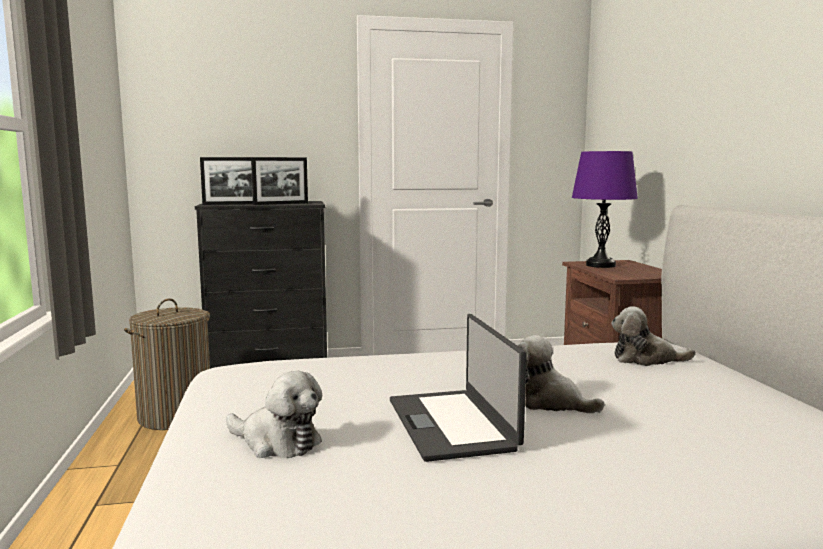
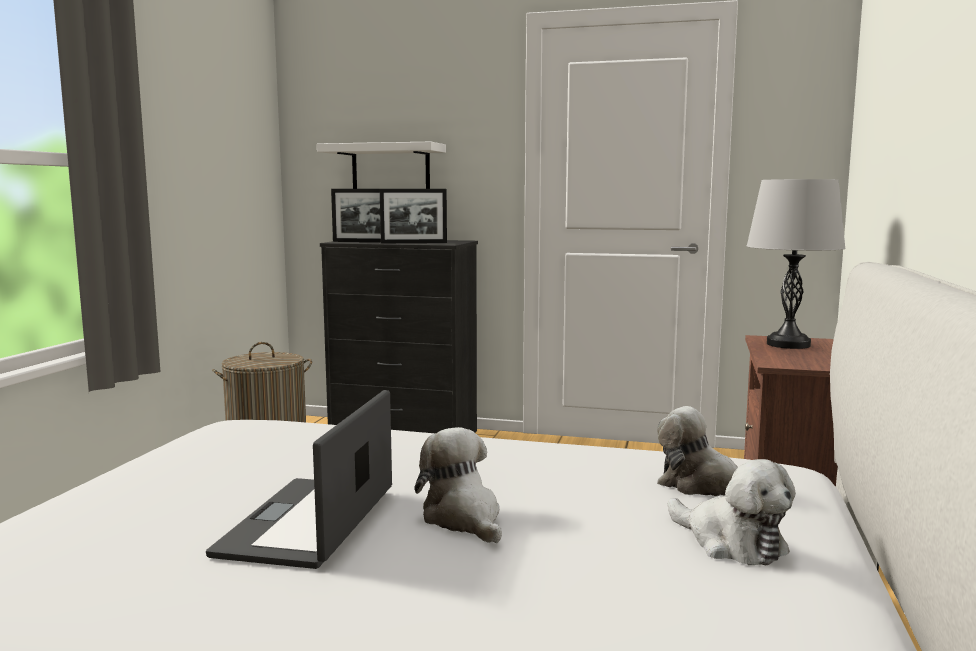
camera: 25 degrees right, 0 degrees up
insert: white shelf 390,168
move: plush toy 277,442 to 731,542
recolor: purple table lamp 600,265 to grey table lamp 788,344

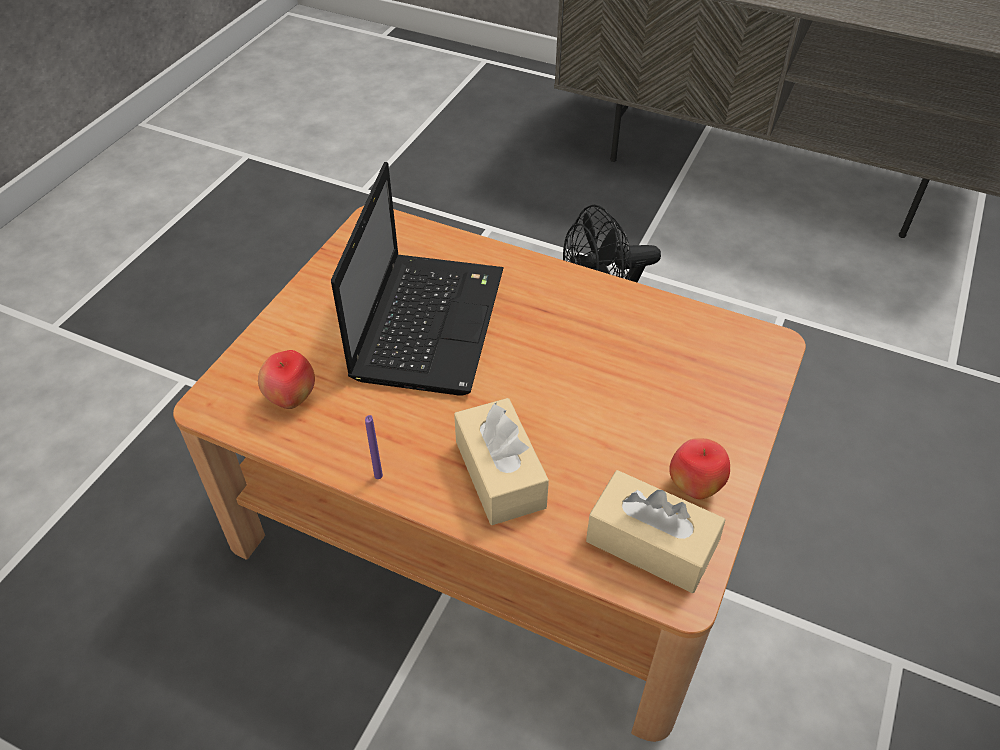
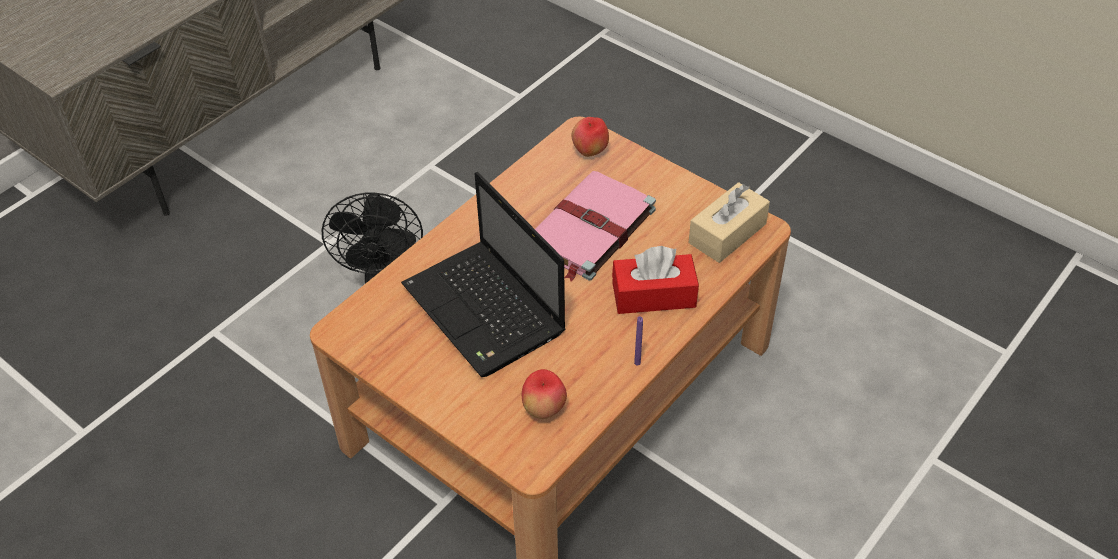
camera: 75 degrees left, 0 degrees up
insert: pink book 589,229
move: apple 694,486 to 590,151
recolor: beige tissue box 500,474 to red tissue box 653,295
rotate: laptop 428,321 = 486,311 150 degrees counterclockwise

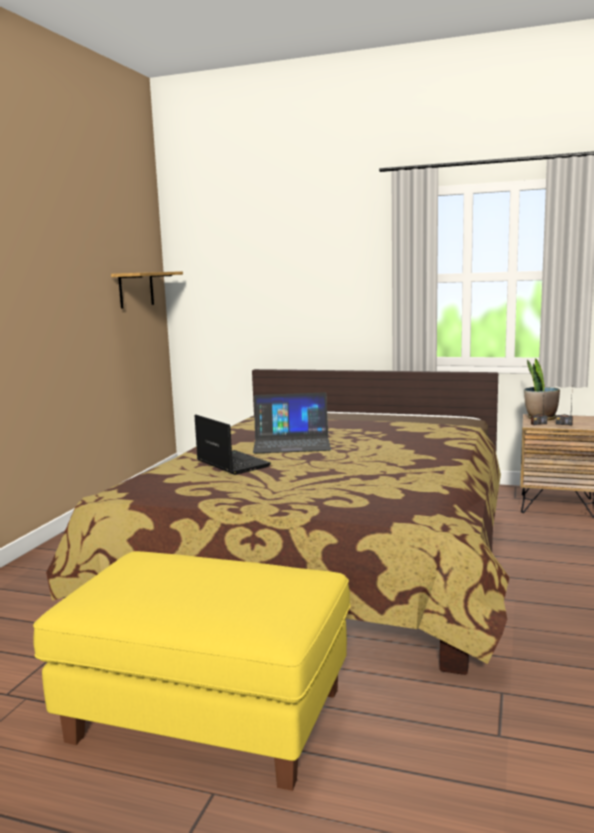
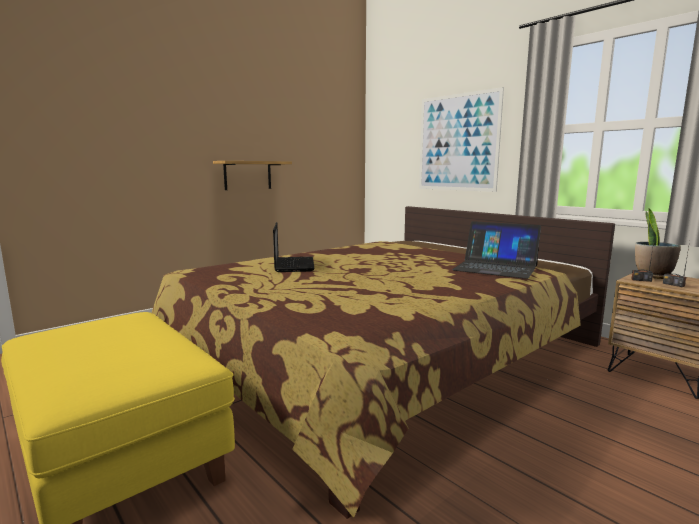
camera: 30 degrees right, 0 degrees up
insert: picture 457,142
move: shelf 136,289 to 247,175; laptop 291,443 to 495,268

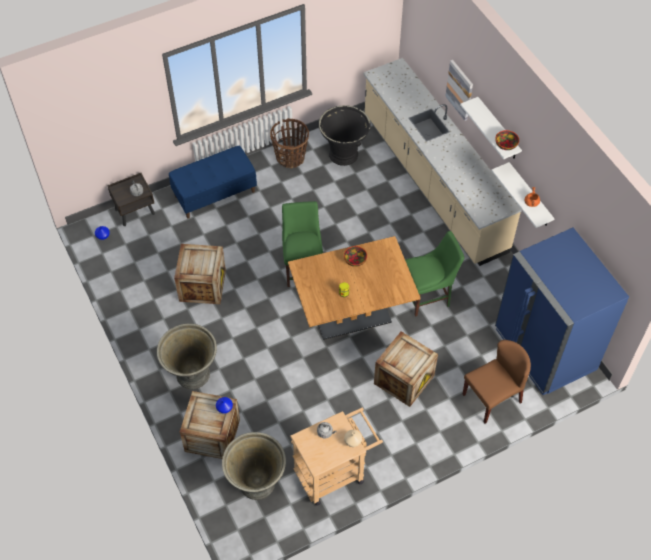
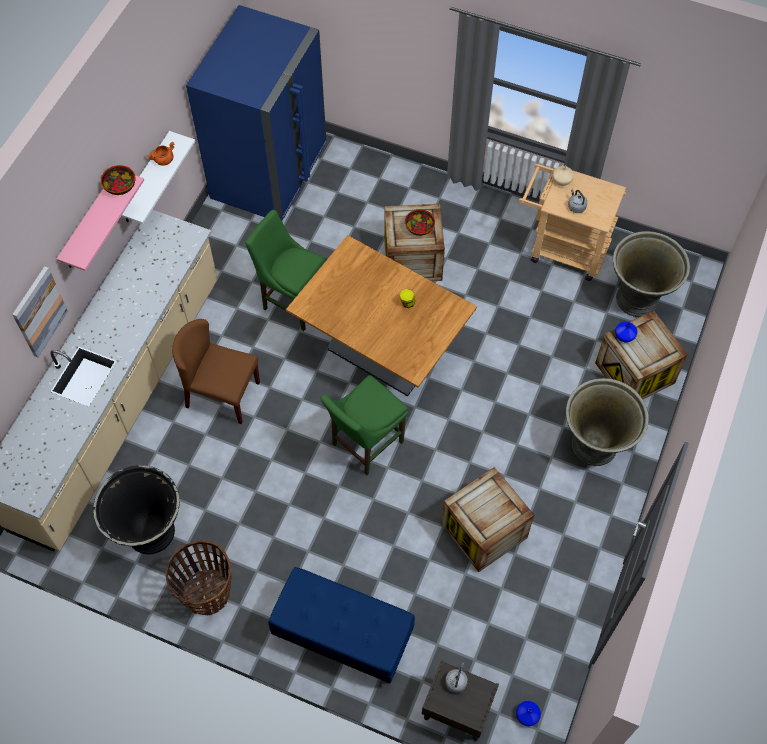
camera: 130 degrees left, 5 degrees up
move: bowl 355,260 to 419,228; brown chair 492,398 to 222,394
recolor: white shelf 498,129 to pink shelf 90,221

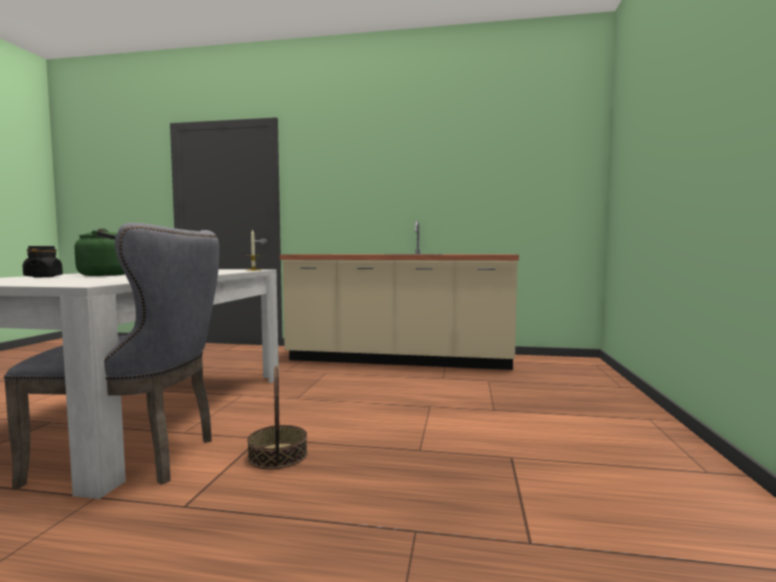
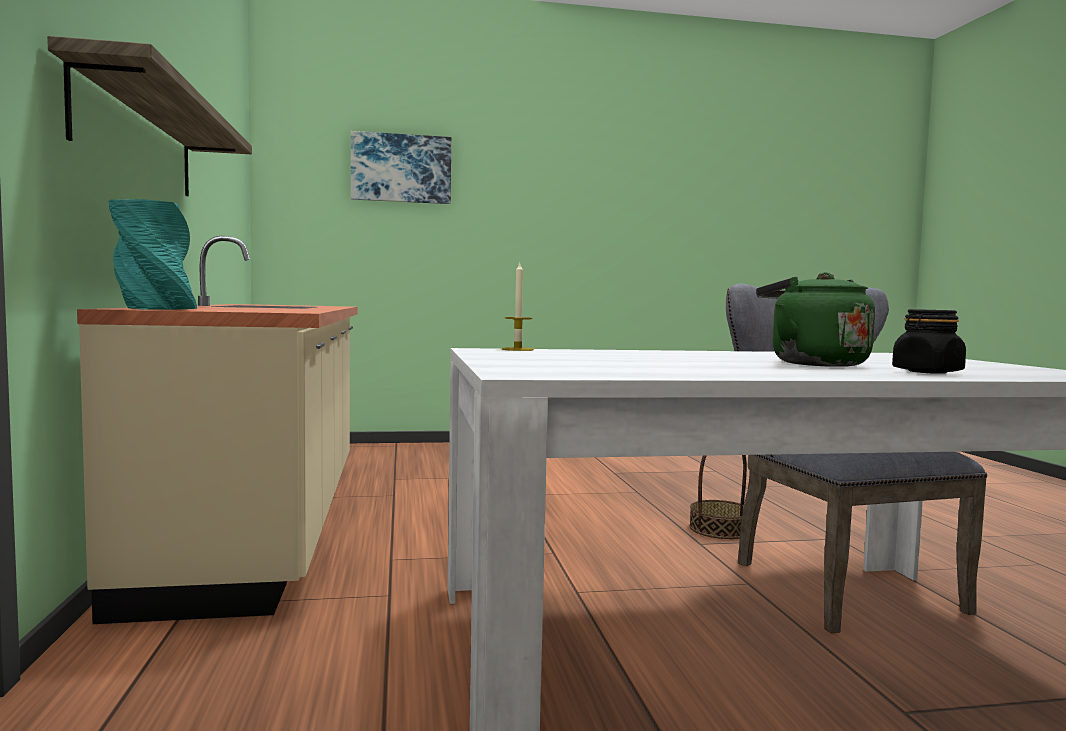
camera: 110 degrees left, 0 degrees up
insert: shelf 138,138; turquoise vase 154,309; picture 401,168

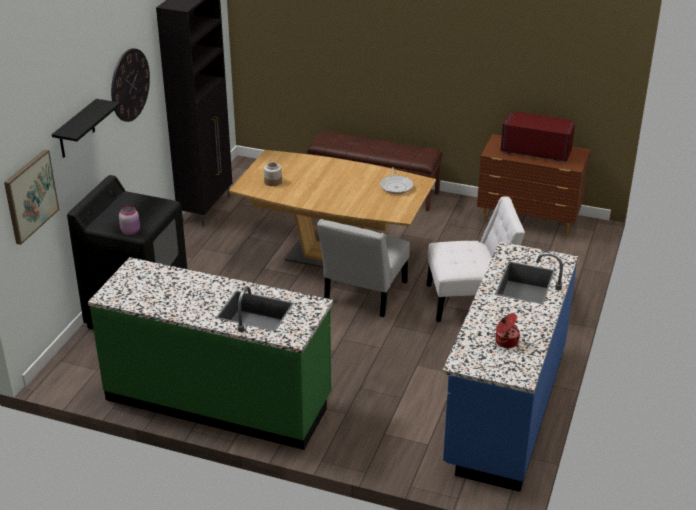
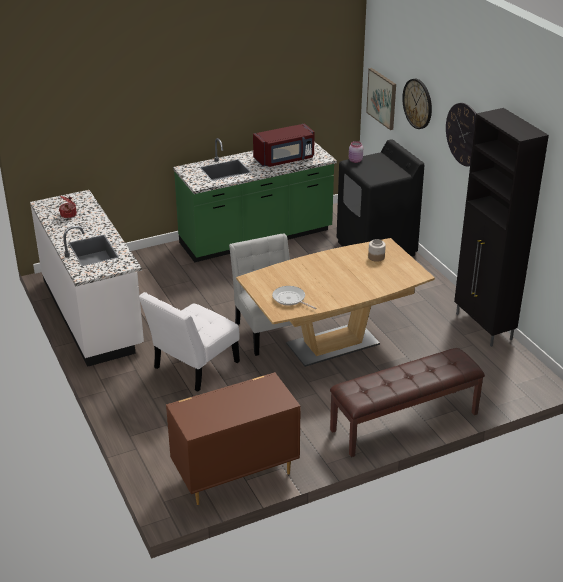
camera: 135 degrees right, 0 degrees up
move: red microwave 536,152 to 285,159
replace: black shelf 76,130 to wall clock 418,103
recolor: blue counter 504,408 to white counter 93,313

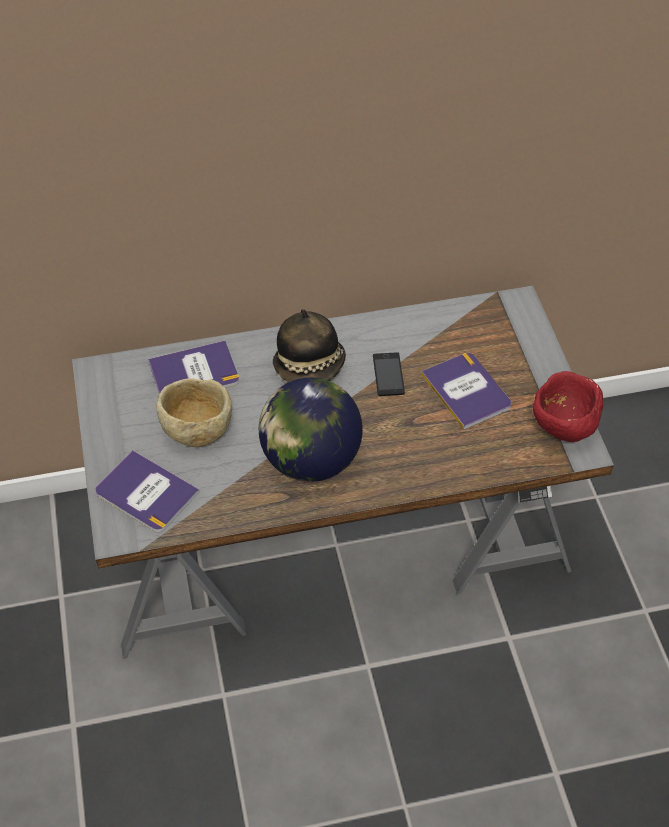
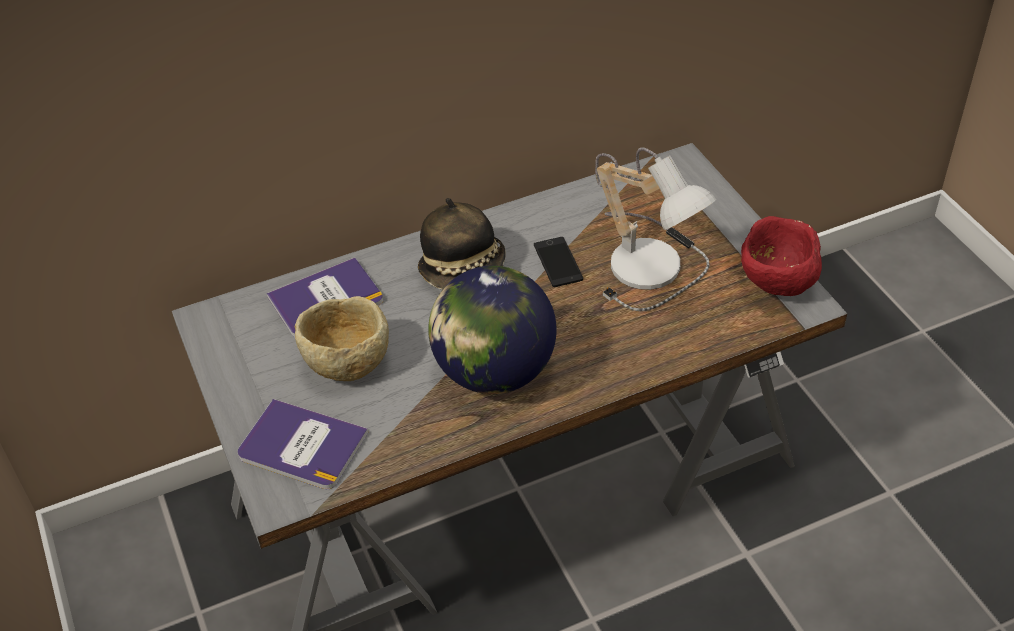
camera: 10 degrees left, 5 degrees down
replace: book 466,391 to table lamp 654,264

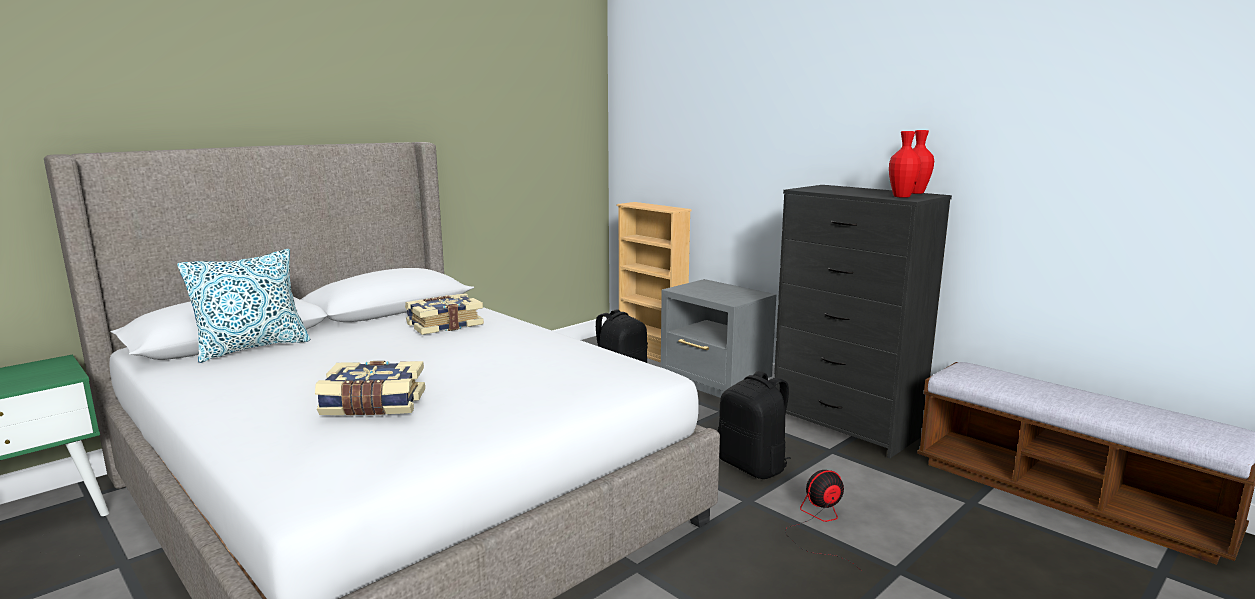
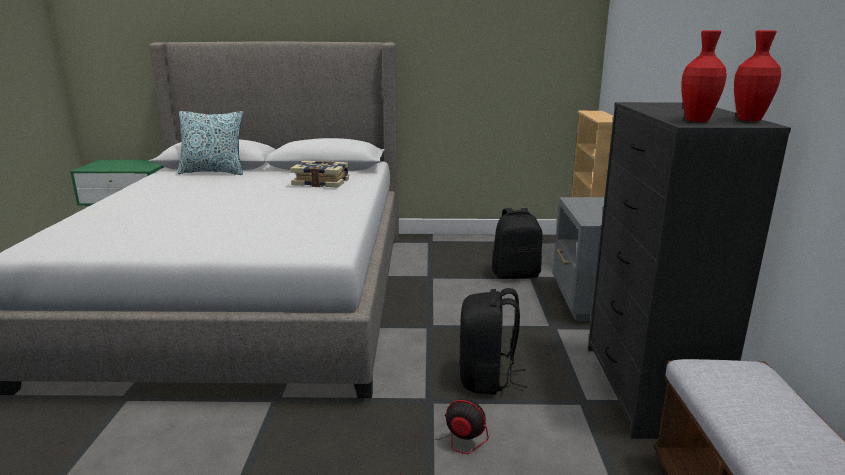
camera: 45 degrees right, 5 degrees up
delete: book 373,405

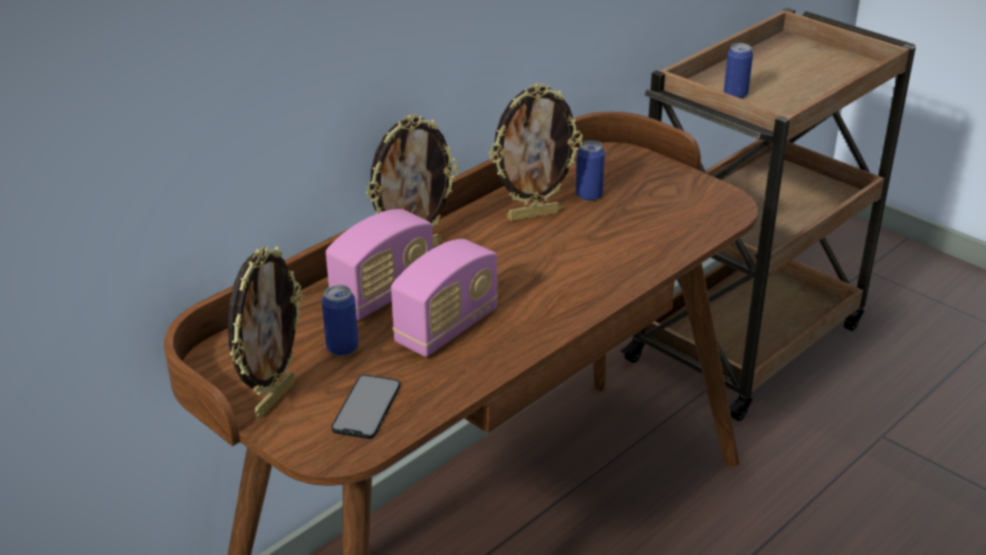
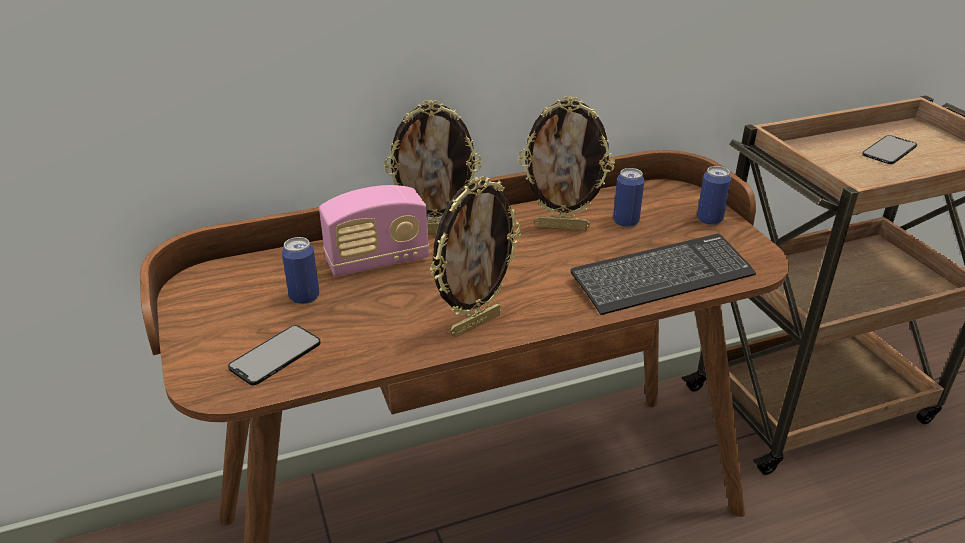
camera: 25 degrees right, 0 degrees up
delete: radio 447,328
insert: keyboard 662,277; phone 889,150
move: picture frame 274,399 to 475,323; can 735,94 to 709,219

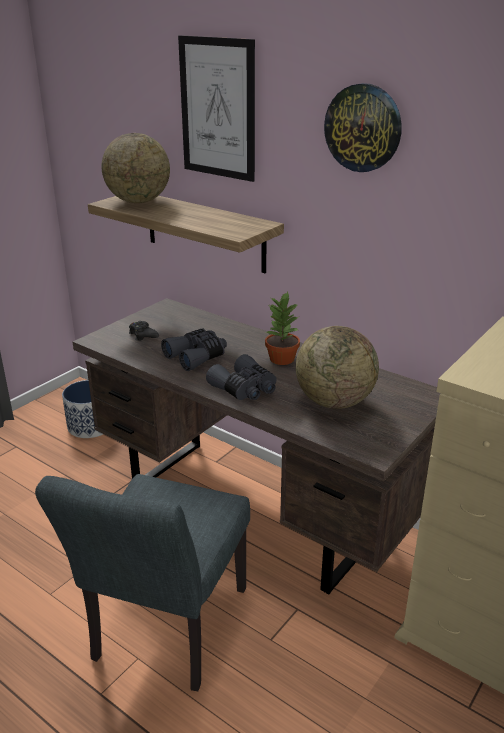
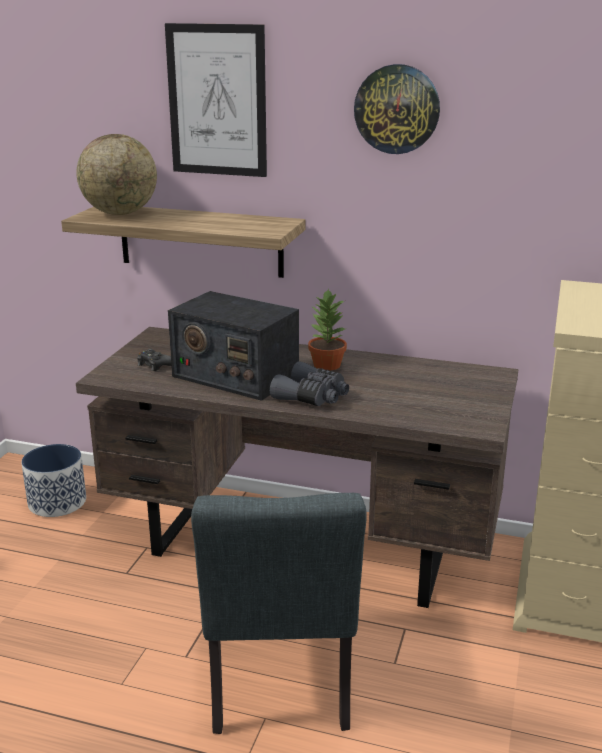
camera: 20 degrees left, 5 degrees down
delete: globe 334,402
replace: grey binoculars 197,356 to radio 234,375

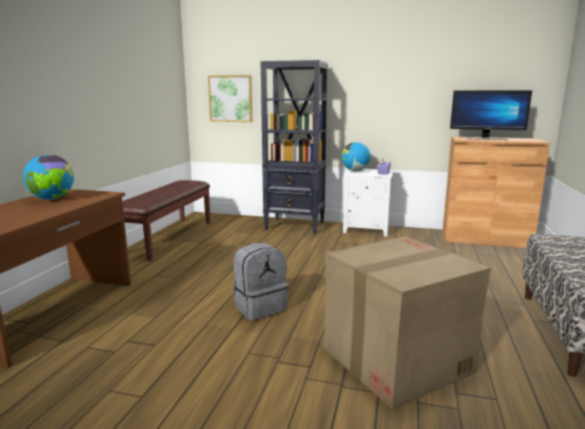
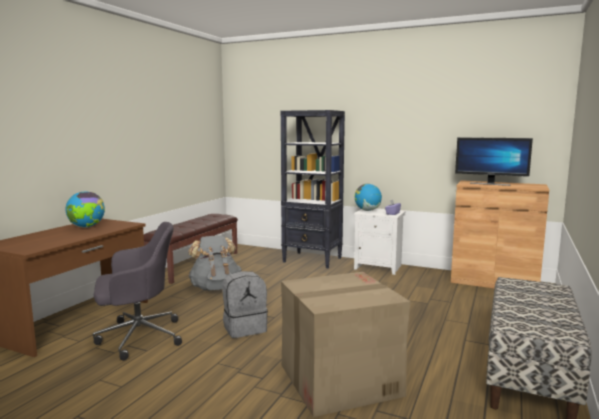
camera: 10 degrees right, 5 degrees down
delete: picture 230,98
insert: grey office chair 138,337; grey backpack 215,288

